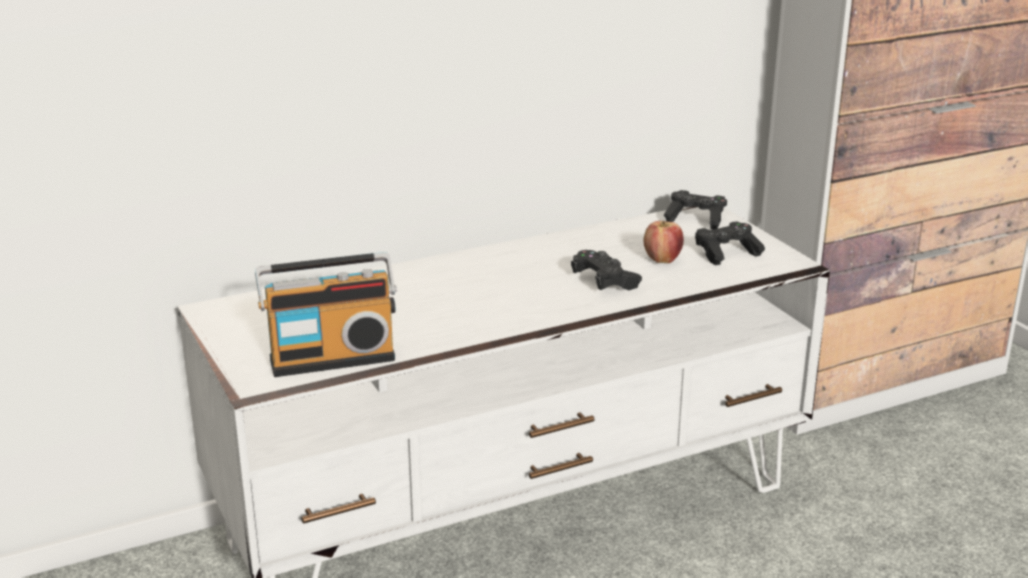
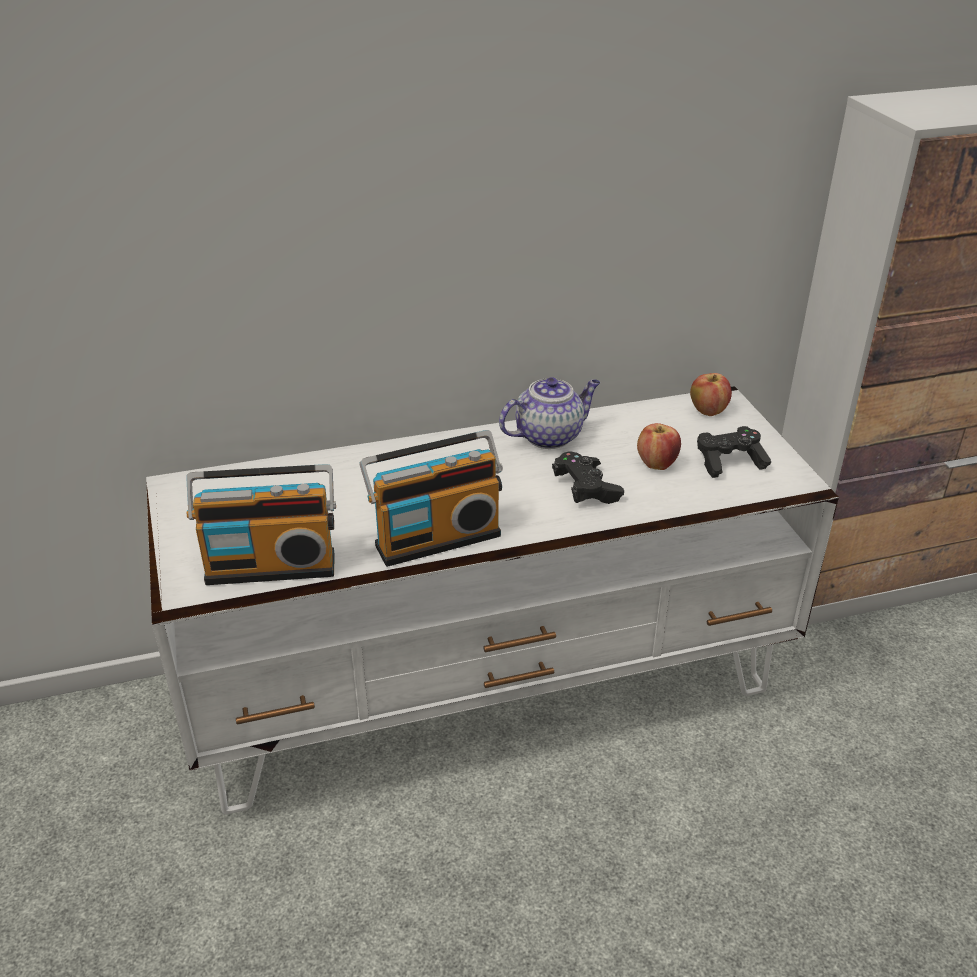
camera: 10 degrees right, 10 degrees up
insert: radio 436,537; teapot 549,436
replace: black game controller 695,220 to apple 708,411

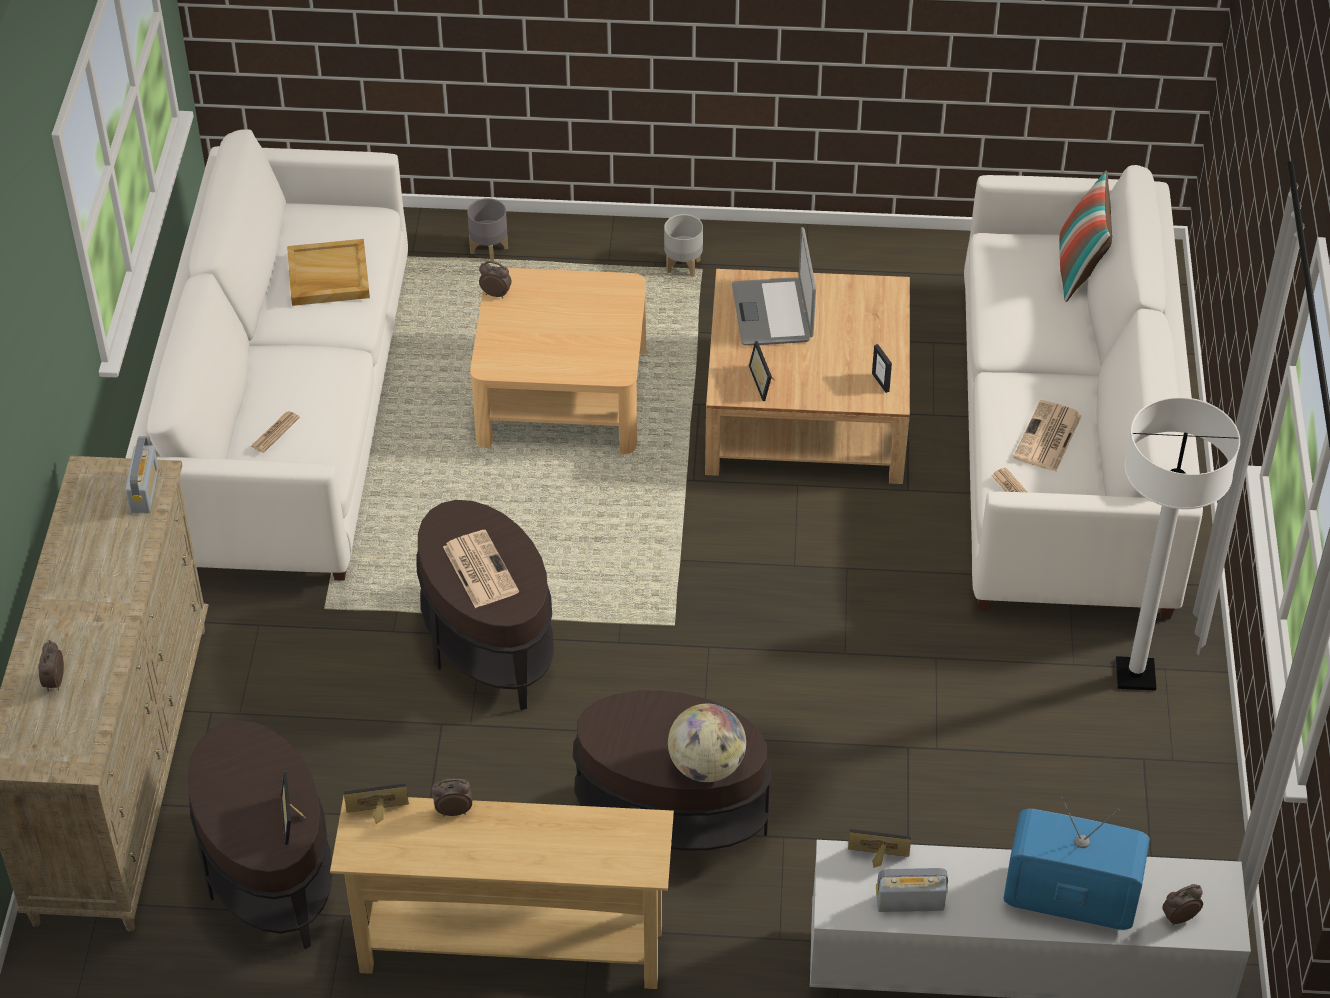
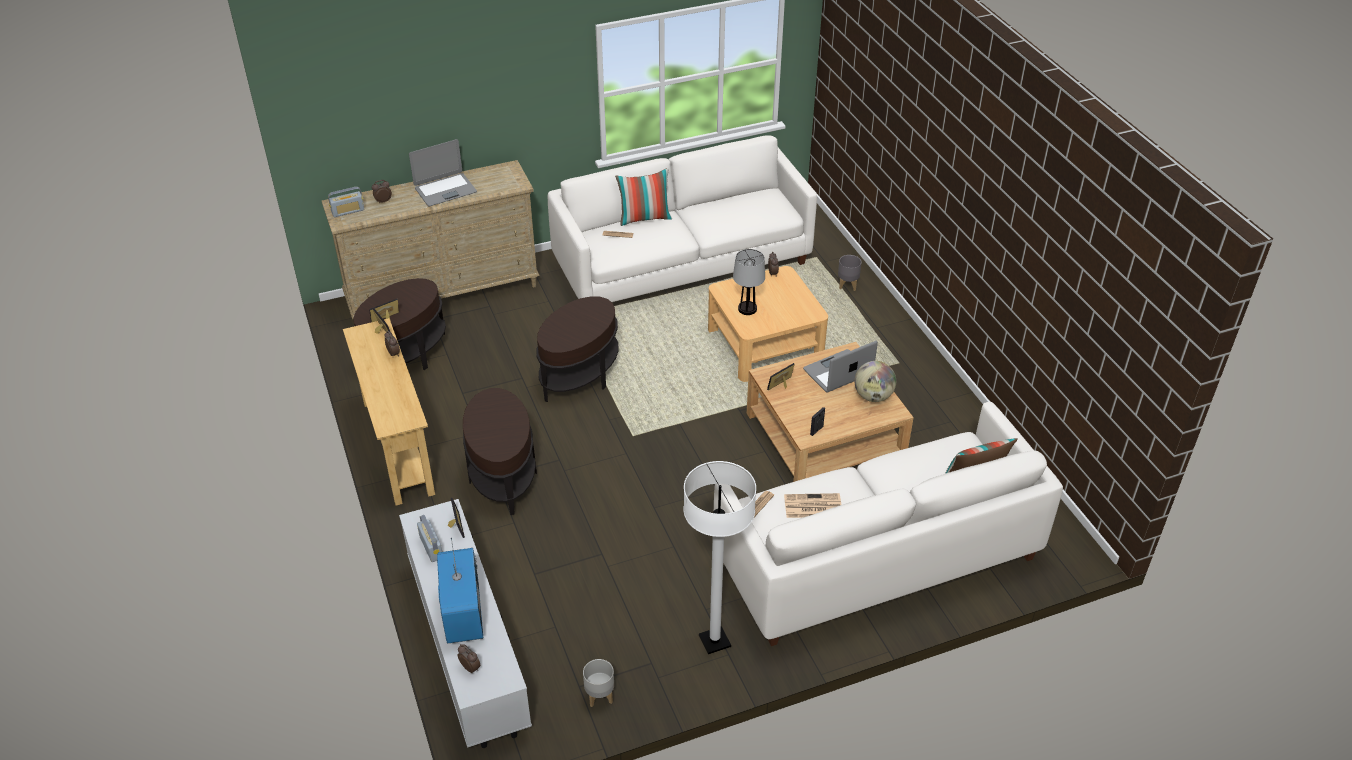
camera: 65 degrees right, 5 degrees down
delete: beige tray 328,276; newspaper 479,569
insert: laptop 445,190; pillow 644,218; table lamp 747,309
move: radio 144,490 to 348,211; grey planter 683,266 to 600,696; globe 706,766 to 873,396

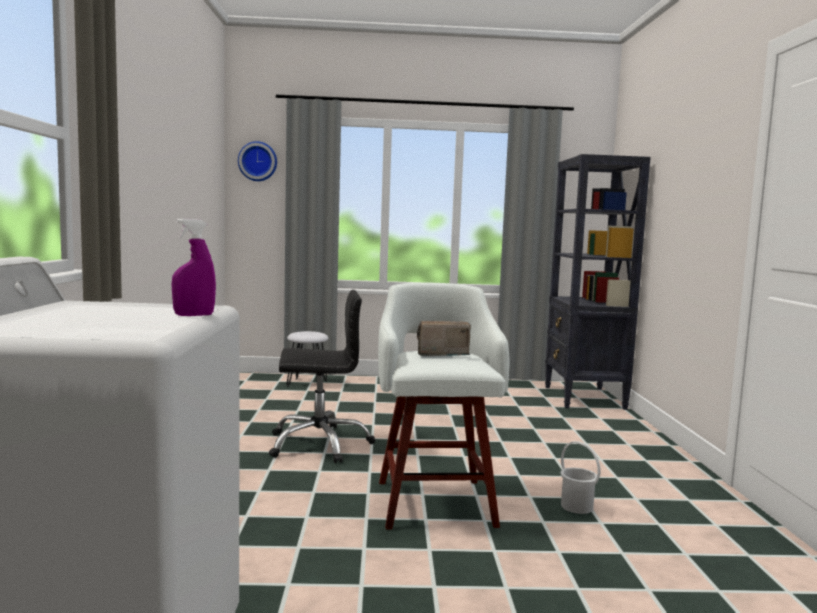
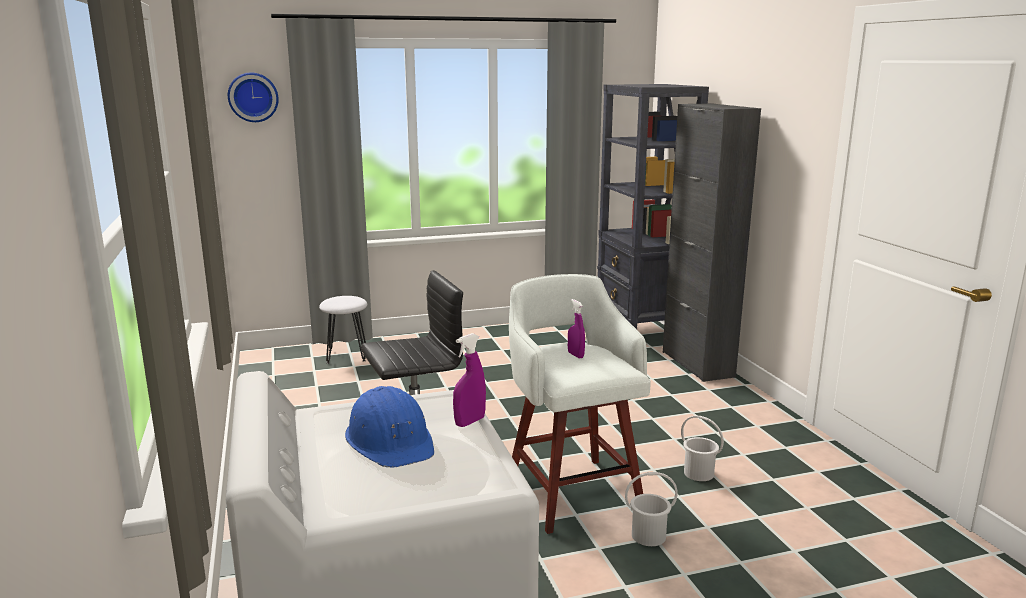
camera: 15 degrees left, 10 degrees up
insert: blue hard hat 390,440; white bucket 649,536; black cabinet 697,364
replace: radio 440,354 to purple spray bottle 575,355

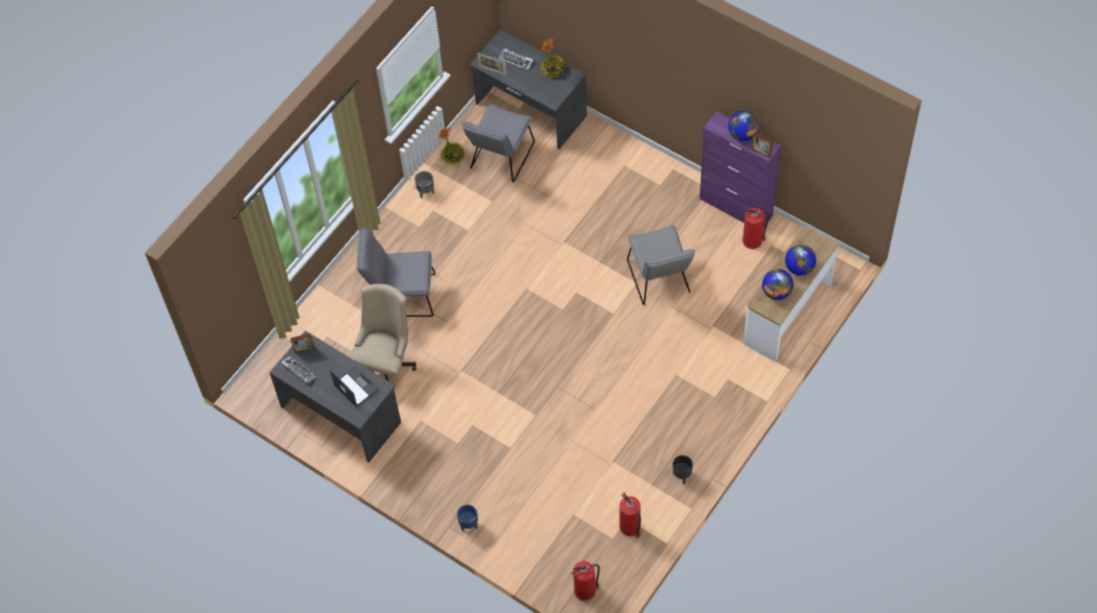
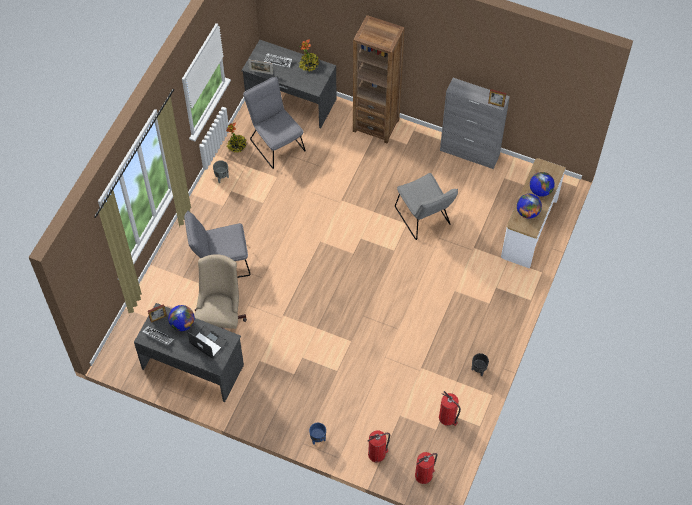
camera: 15 degrees left, 0 degrees up
insert: brown bookcase 376,125
move: globe 742,134 to 182,324; fire extinguisher 753,240 to 377,454
recolor: purple cabinet 736,207 to grey cabinet 470,153
rotate: grey chair 500,159 = 275,142 135 degrees clockwise

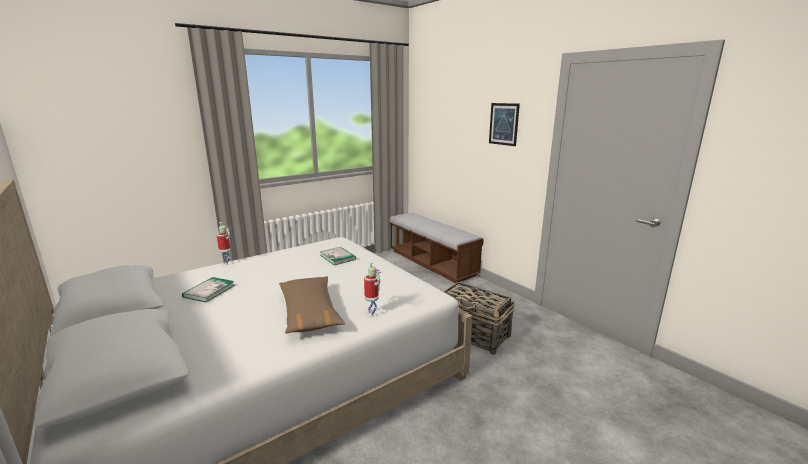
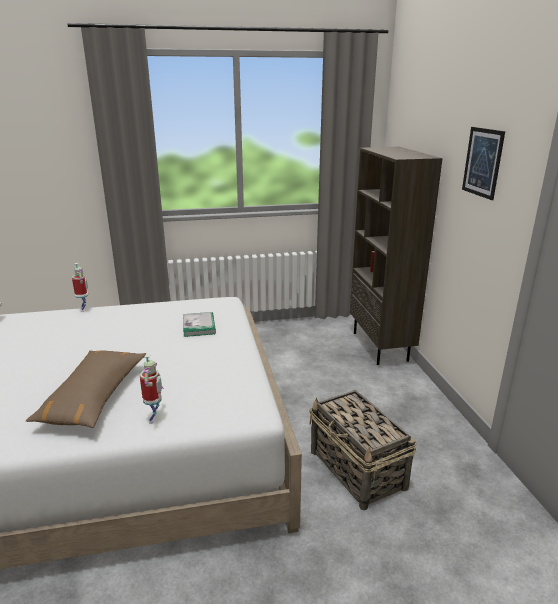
camera: 25 degrees right, 5 degrees up
delete: book 209,291
replace: bench 431,263 to brown bookcase 381,346

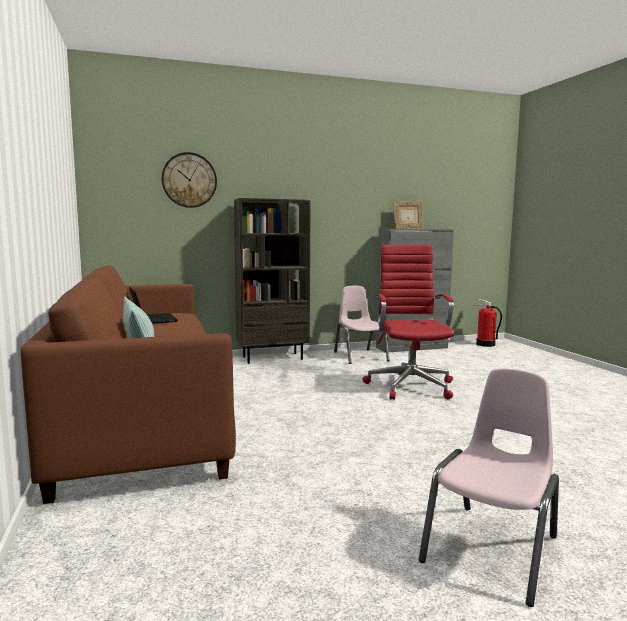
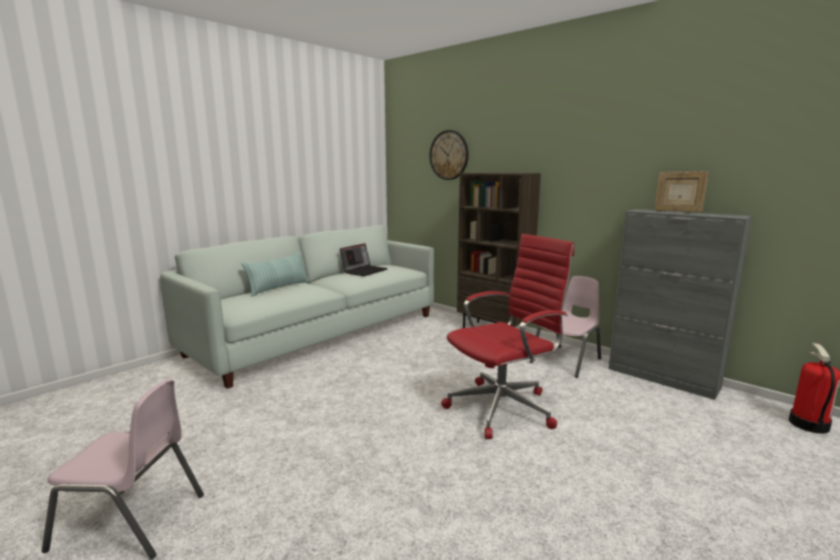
camera: 60 degrees right, 5 degrees up
recolor: brown sofa 142,412 to white sofa 319,334

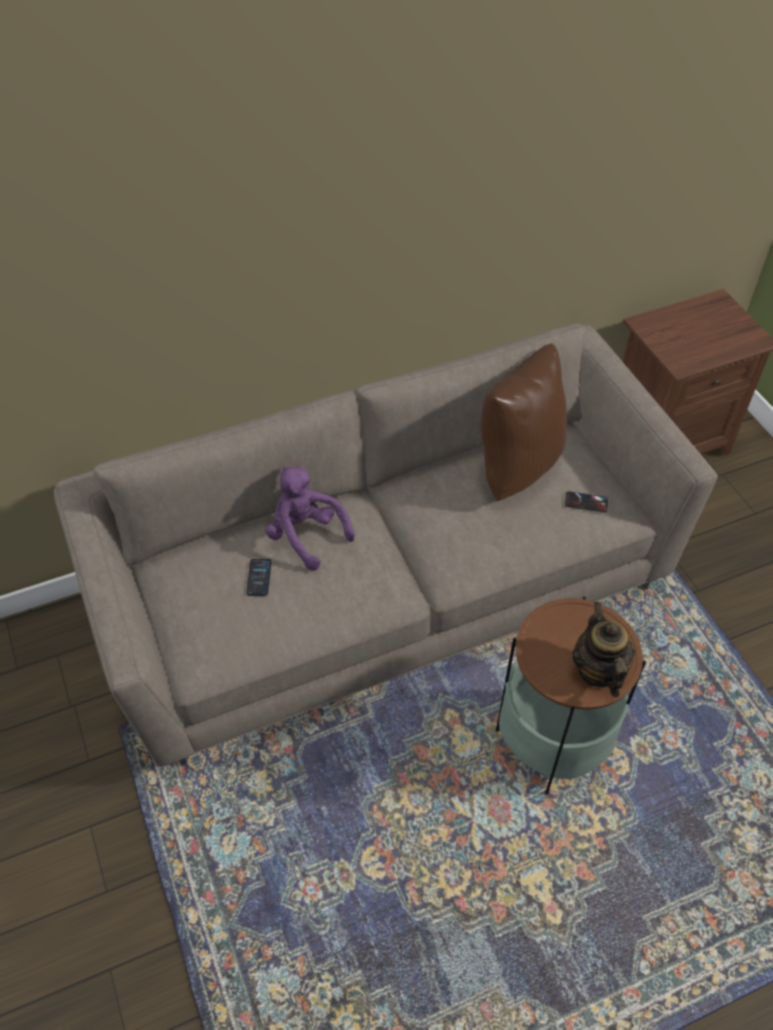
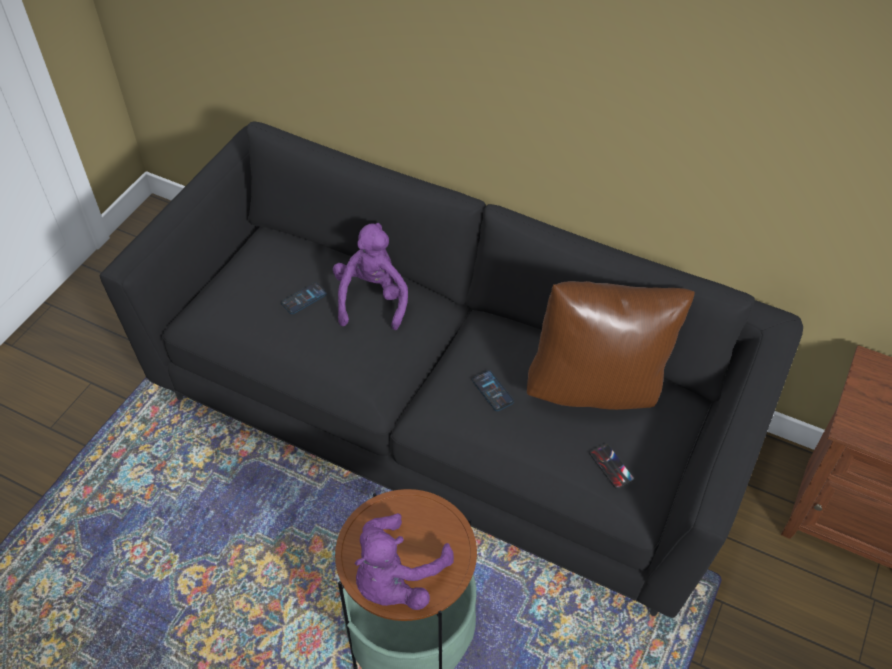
camera: 50 degrees right, 0 degrees up
insert: phone 492,391
replace: teapot 598,670 to purple plush toy 396,579
recolor: beige sofa 386,592 to black sofa 447,416

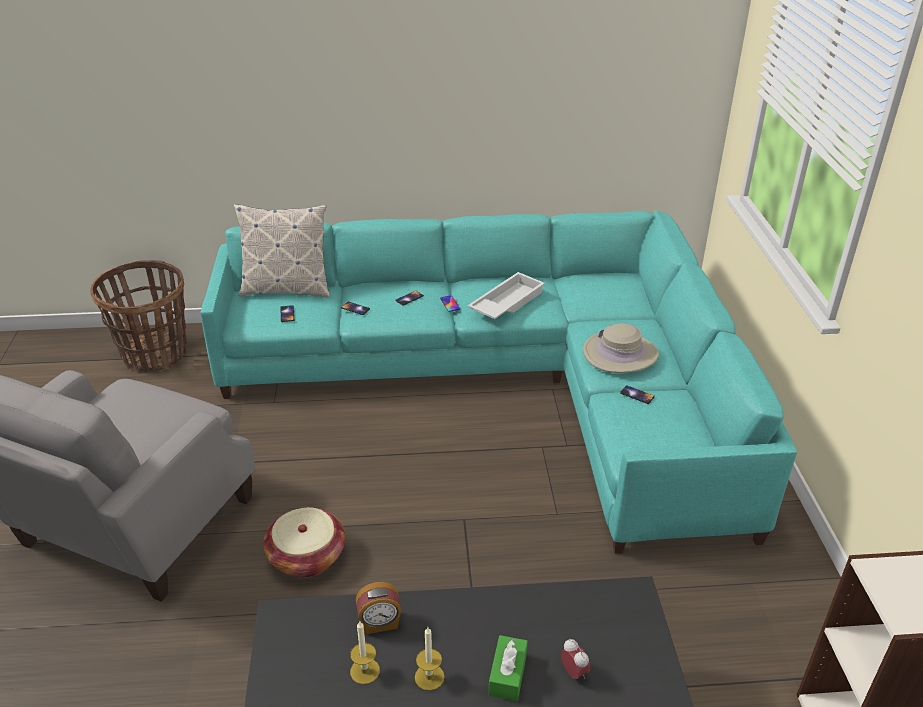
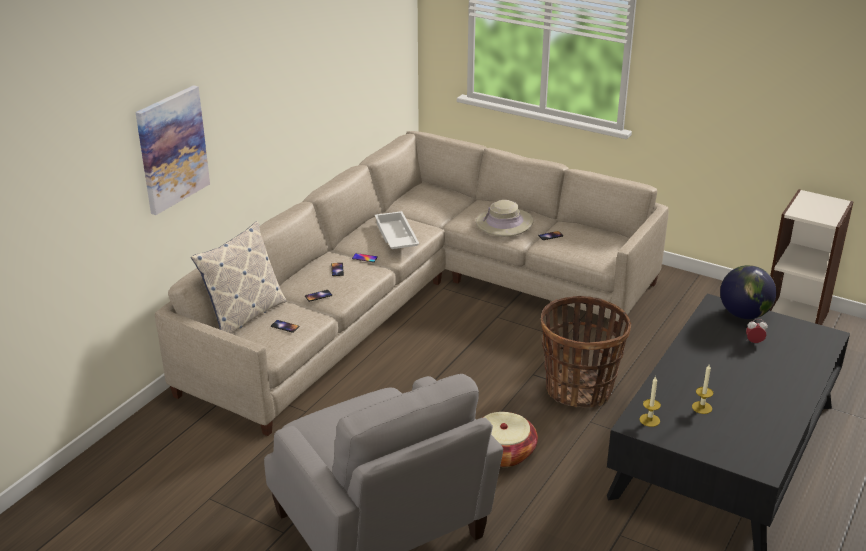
camera: 55 degrees left, 5 degrees down
delete: alarm clock 380,623; green tissue box 508,674
insert: picture 172,149; globe 744,314
move: basket 155,354 to 579,390; candle 429,677 to 649,420
recolor: turquoise sofa 511,382 to beige sofa 416,300

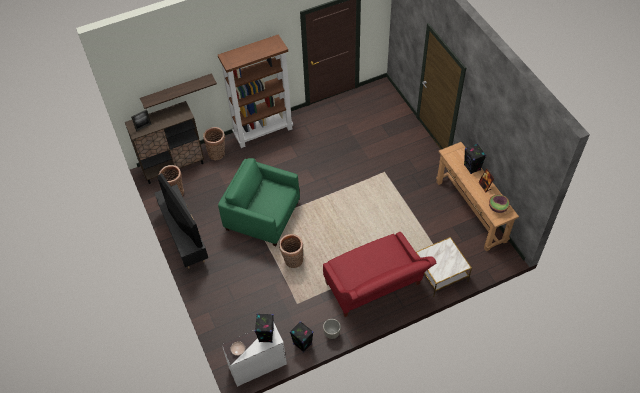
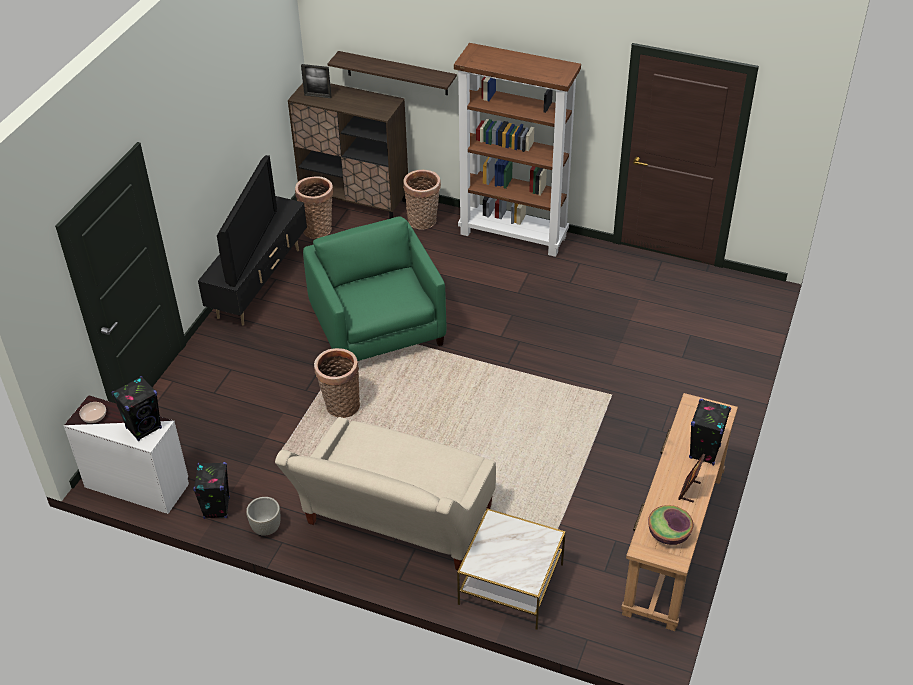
camera: 45 degrees right, 10 degrees down
recolor: red sofa 375,288 to beige sofa 395,524

